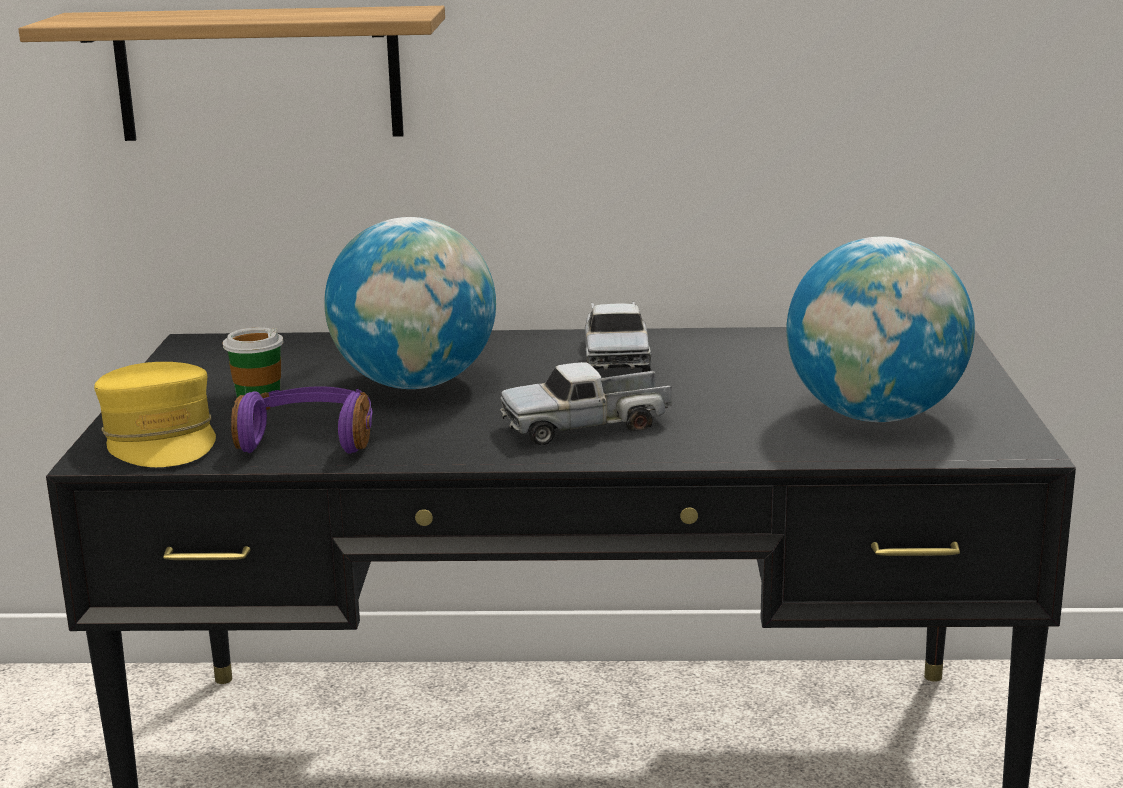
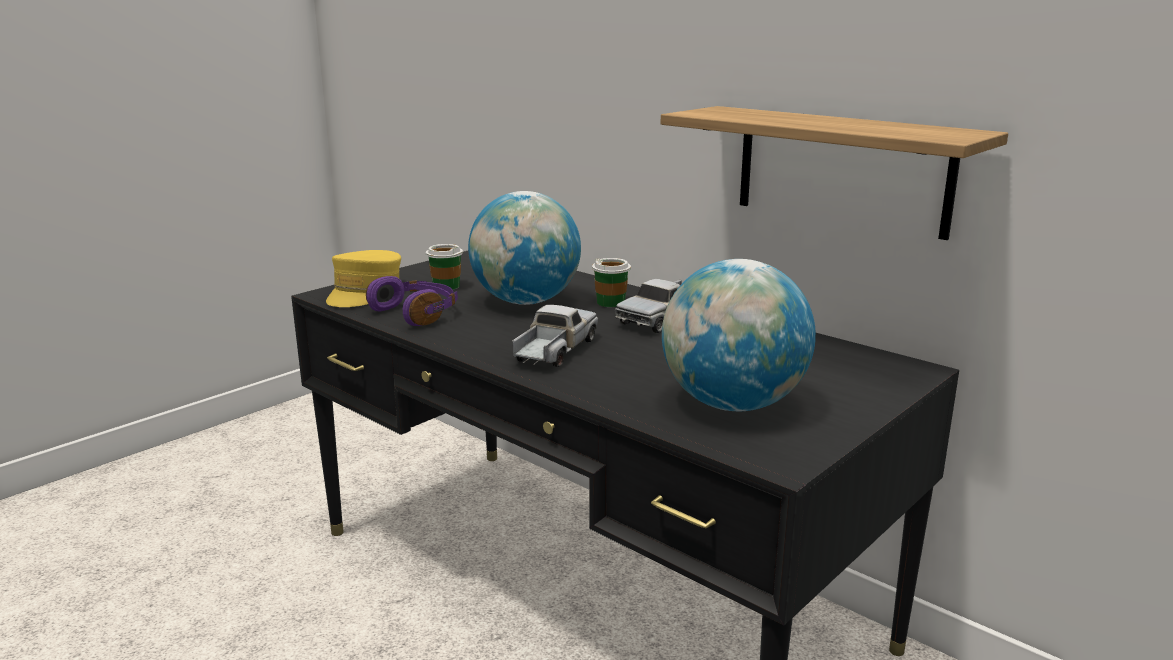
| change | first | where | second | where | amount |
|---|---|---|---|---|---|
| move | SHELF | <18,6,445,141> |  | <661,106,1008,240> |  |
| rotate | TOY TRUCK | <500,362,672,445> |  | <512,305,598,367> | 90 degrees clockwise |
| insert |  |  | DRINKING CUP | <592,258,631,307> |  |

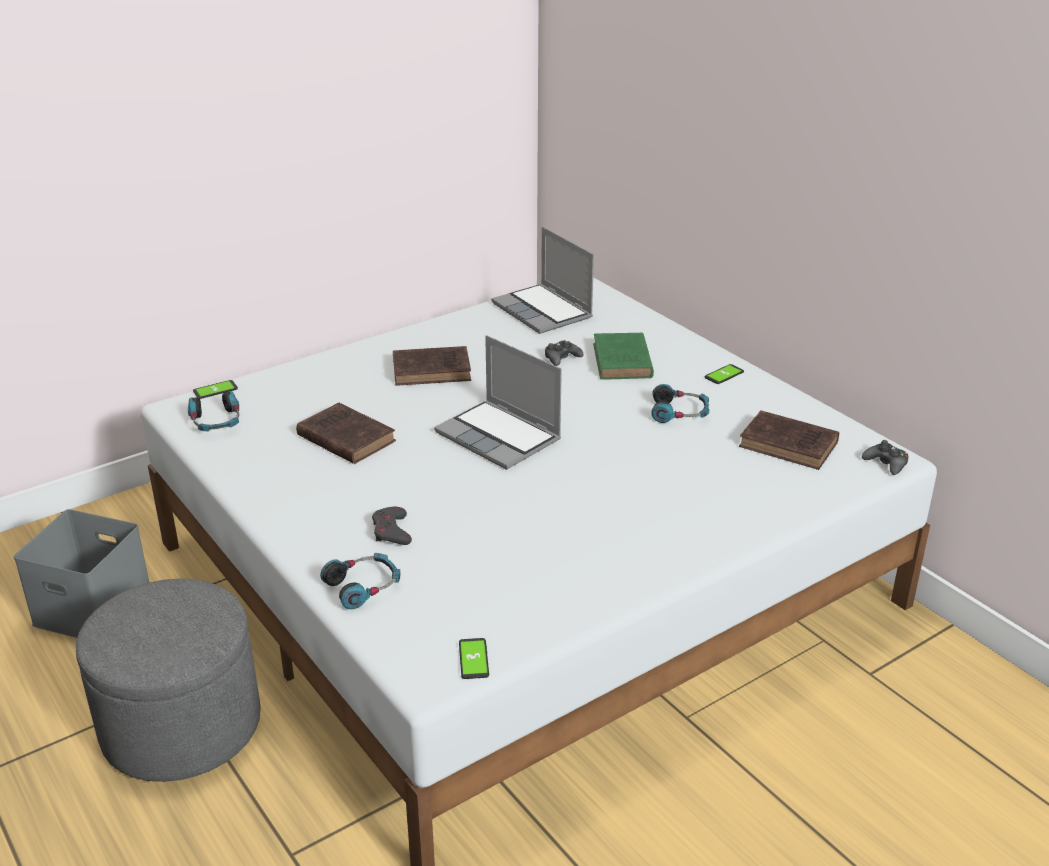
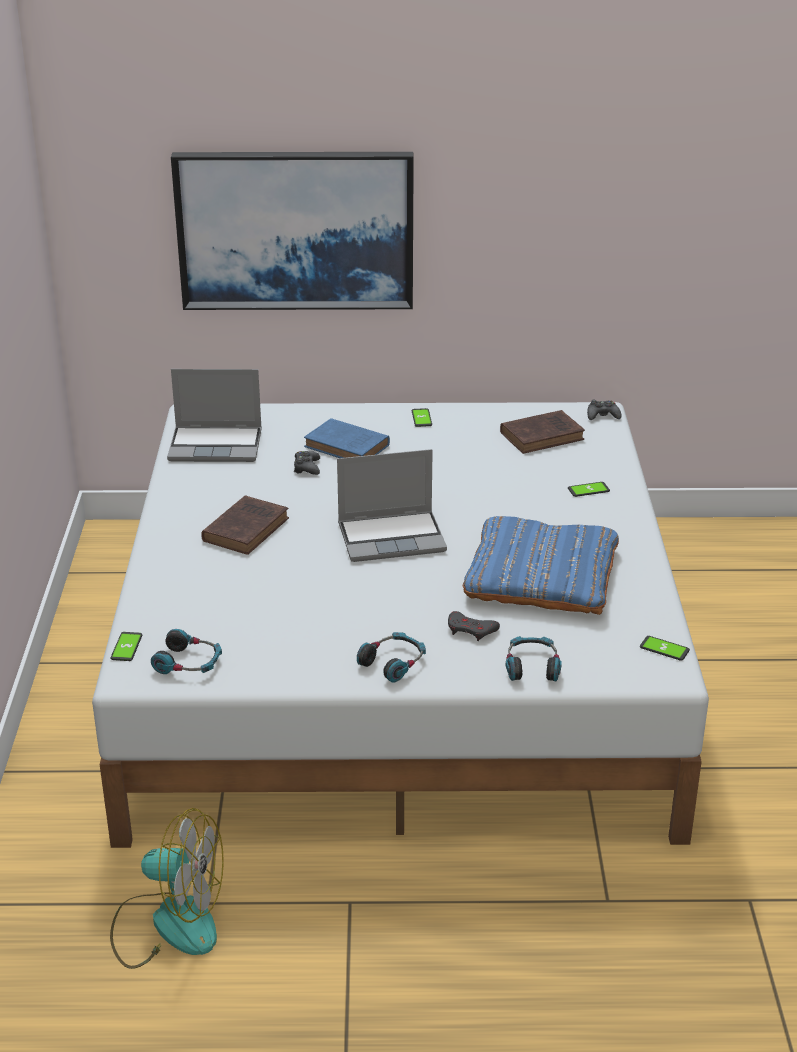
| change | first | where | second | where | amount |
|---|---|---|---|---|---|
| recolor | GREEN BOOK | <593,332,654,380> | BLUISH BOOK | <304,418,390,458> |  |
| move | HEADSET | <651,384,709,423> |  | <357,632,426,683> |  |
| delete | BROWN BOOK | <296,403,396,464> |  |  |  |
| replace | GREY STORAGE BOX | <14,509,149,638> | FAN | <110,808,224,969> |  |
| delete | GREY POUFFE | <76,579,260,782> |  |  |  |
| insert |  |  | WALL PICTURE | <171,152,414,310> |  |
| insert |  |  | TELEPHONE | <568,482,610,497> |  |
| insert |  |  | BLUISH CUSHION | <463,516,619,615> |  |

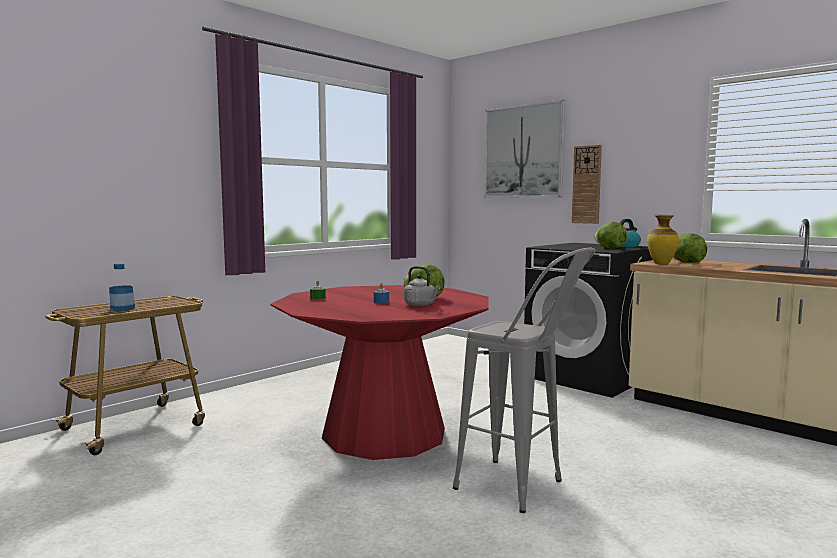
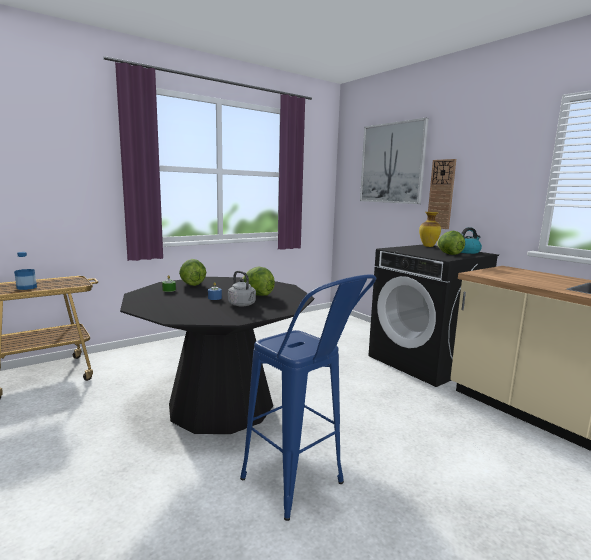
| change | first | where | second | where | amount |
|---|---|---|---|---|---|
| move | FLOWER VASE | <647,215,679,264> |  | <419,212,441,247> |  |
| move | HEAD OF LETTUCE | <673,233,707,263> |  | <179,259,206,286> |  |
| recolor | GREY STOOL SEAT | <453,248,595,513> | BLUISH STOOL SEAT | <240,274,376,521> |  |
| recolor | RED-COLOURED KITCHEN TABLE | <270,285,489,460> | BLACKISH KITCHEN TABLE | <120,277,314,434> |  |

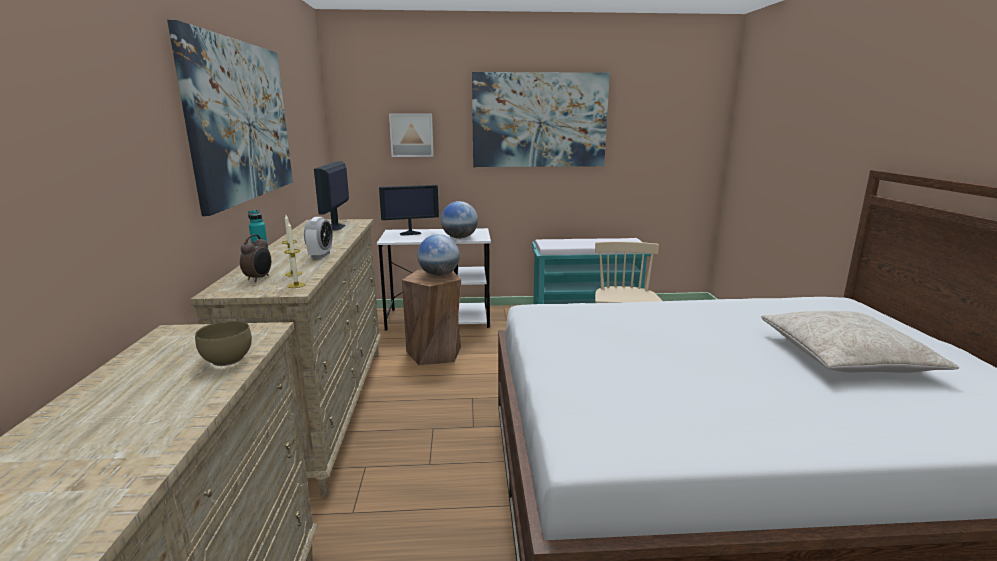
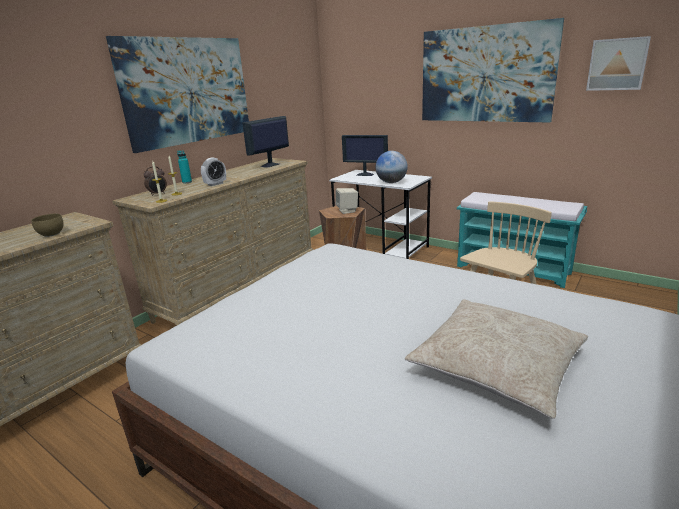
| change | first | where | second | where | amount |
|---|---|---|---|---|---|
| move | WALL PICTURE | <389,114,434,157> |  | <586,36,651,91> |  |
| replace | DESK GLOBE | <417,234,460,276> | SAND-COLOURED SPEAKER | <336,188,358,214> |  |

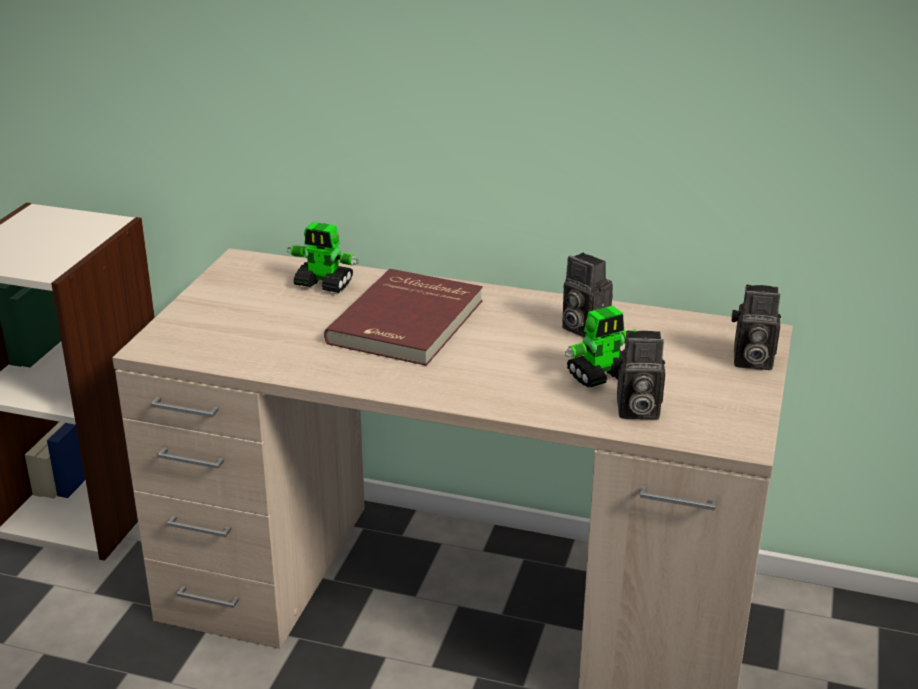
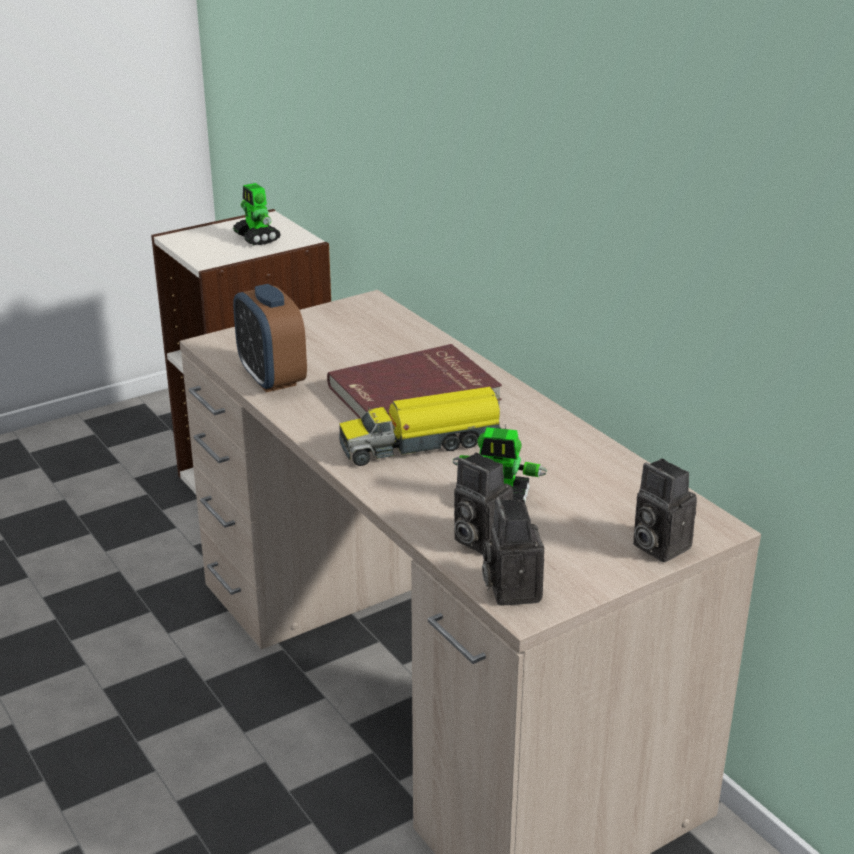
| change | first | where | second | where | amount |
|---|---|---|---|---|---|
| move | TOY ROBOT | <287,222,359,293> |  | <233,183,281,245> |  |
| move | PHOTO CAMERA | <562,253,613,337> |  | <482,497,544,606> |  |
| insert |  |  | BEDSIDE CLOCK | <233,284,307,392> |  |
| insert |  |  | TOY TRUCK | <339,387,506,466> |  |

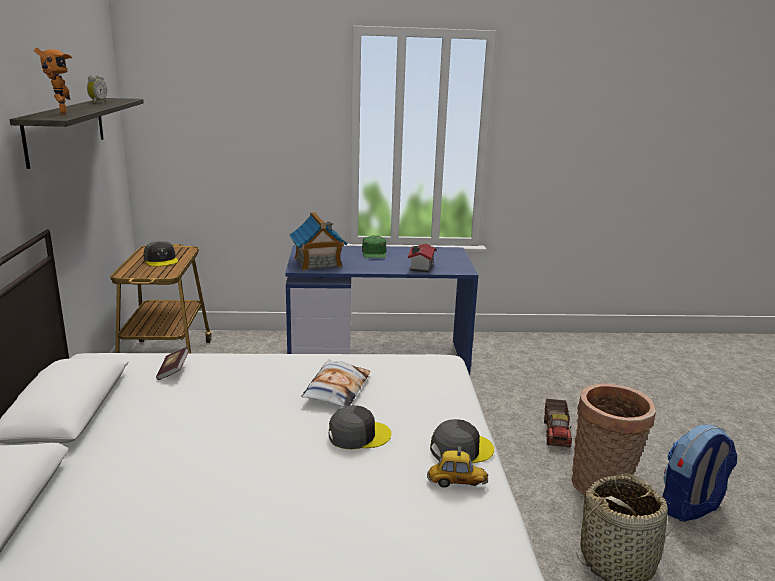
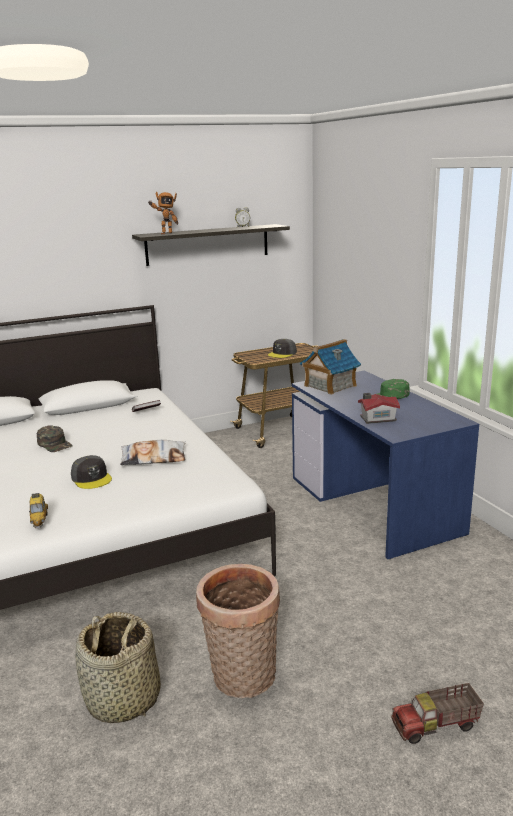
| change | first | where | second | where | amount |
|---|---|---|---|---|---|
| move | TOY TRUCK | <544,399,572,447> |  | <392,683,484,744> |  |
| delete | GREY CAP | <430,419,494,463> |  |  |  |
| delete | BACKPACK | <662,425,737,522> |  |  |  |
| insert |  |  | GREEN CAP | <37,425,73,452> |  |

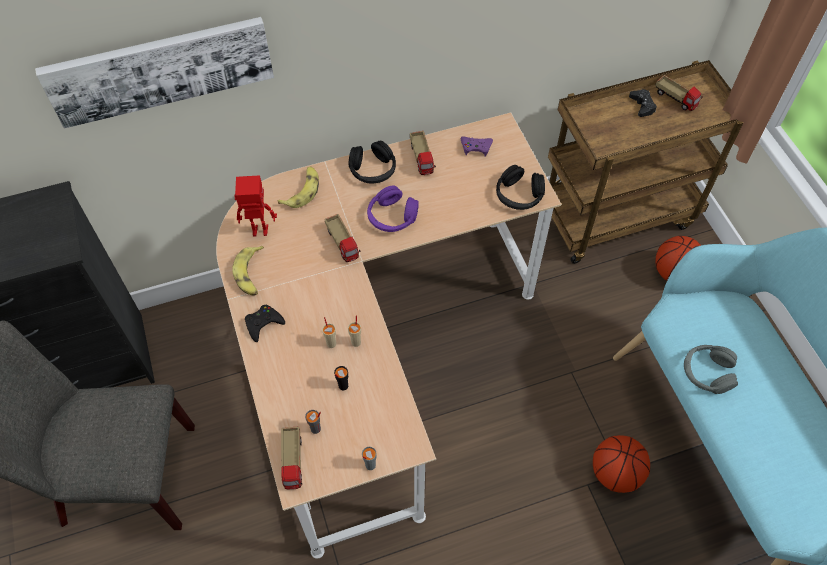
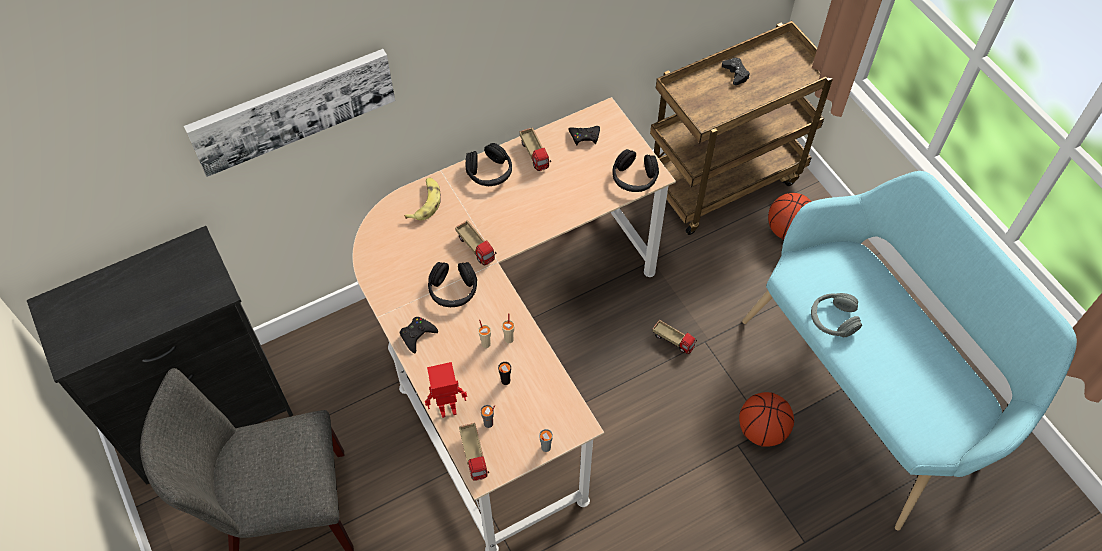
| change | first | where | second | where | amount |
|---|---|---|---|---|---|
| move | TOY TRUCK | <655,75,703,111> |  | <652,320,697,354> |  |
| recolor | PURPLE GAME CONTROLLER | <461,136,493,156> | BLACKISH GAME CONTROLLER | <569,126,600,146> |  |
| move | TOY ROBOT | <235,175,277,237> |  | <425,362,467,418> |  |
| delete | PURPLE HEADSET | <367,185,419,232> |  |  |  |
| delete | BANANA | <232,246,264,296> |  |  |  |
| insert |  |  | BLACKISH HEADSET | <428,262,477,307> |  |

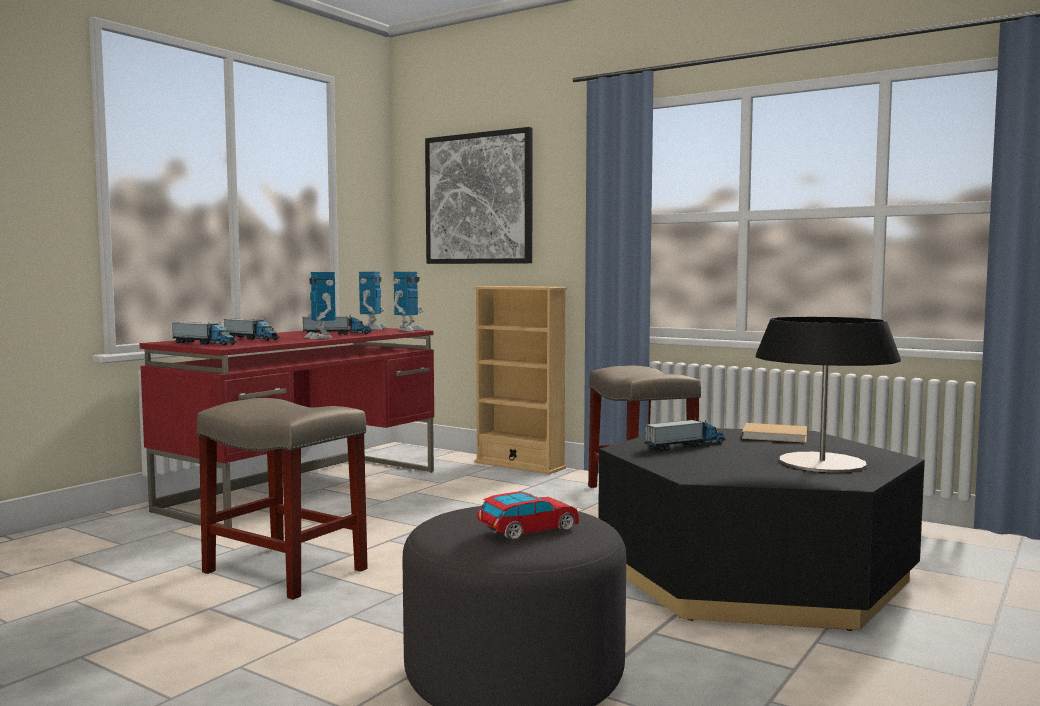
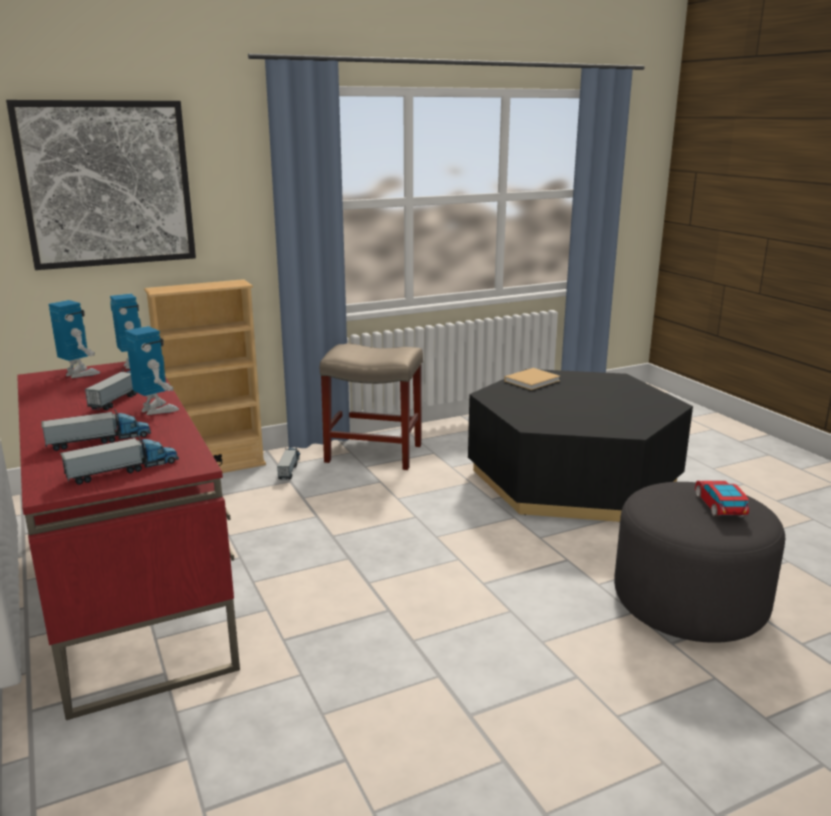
| change | first | where | second | where | amount |
|---|---|---|---|---|---|
| rotate | TOY ROBOT | <304,272,336,339> |  | <125,326,179,415> | 135 degrees counterclockwise |
| delete | TABLE LAMP | <756,317,901,473> |  |  |  |
| delete | SAND-COLOURED STOOL SEAT | <197,398,368,600> |  |  |  |
| move | TOY TRUCK | <645,417,726,451> |  | <277,448,300,480> |  |

